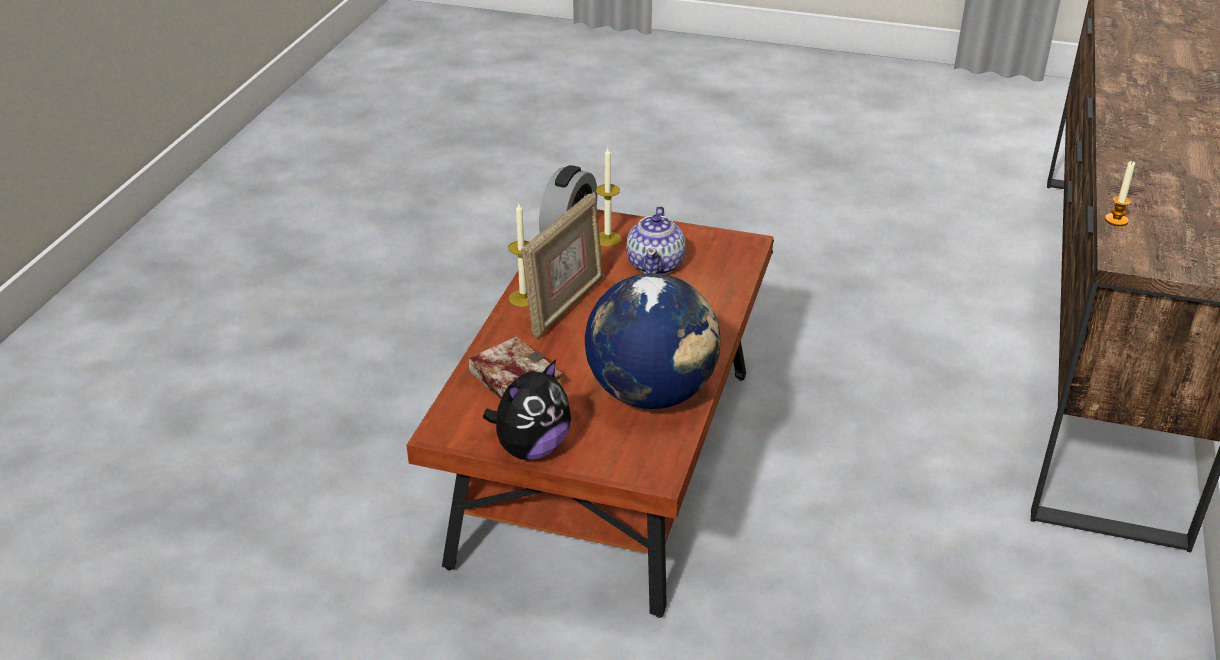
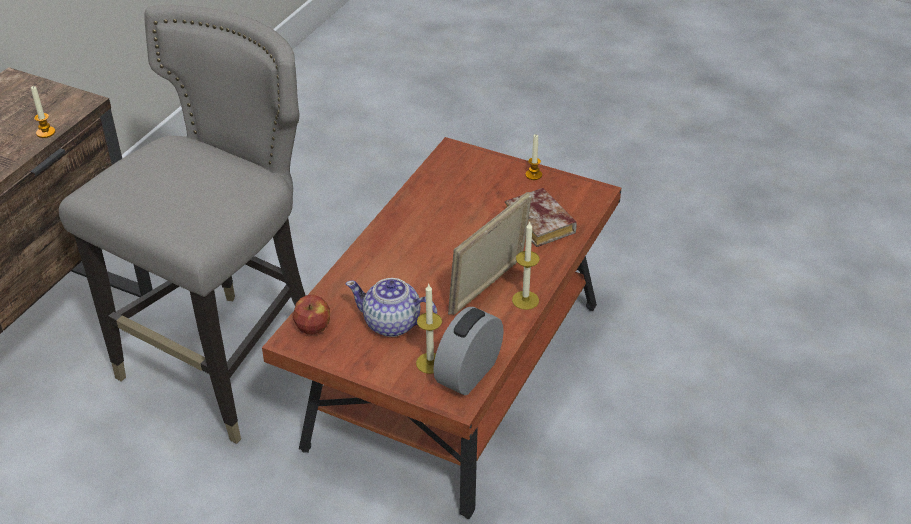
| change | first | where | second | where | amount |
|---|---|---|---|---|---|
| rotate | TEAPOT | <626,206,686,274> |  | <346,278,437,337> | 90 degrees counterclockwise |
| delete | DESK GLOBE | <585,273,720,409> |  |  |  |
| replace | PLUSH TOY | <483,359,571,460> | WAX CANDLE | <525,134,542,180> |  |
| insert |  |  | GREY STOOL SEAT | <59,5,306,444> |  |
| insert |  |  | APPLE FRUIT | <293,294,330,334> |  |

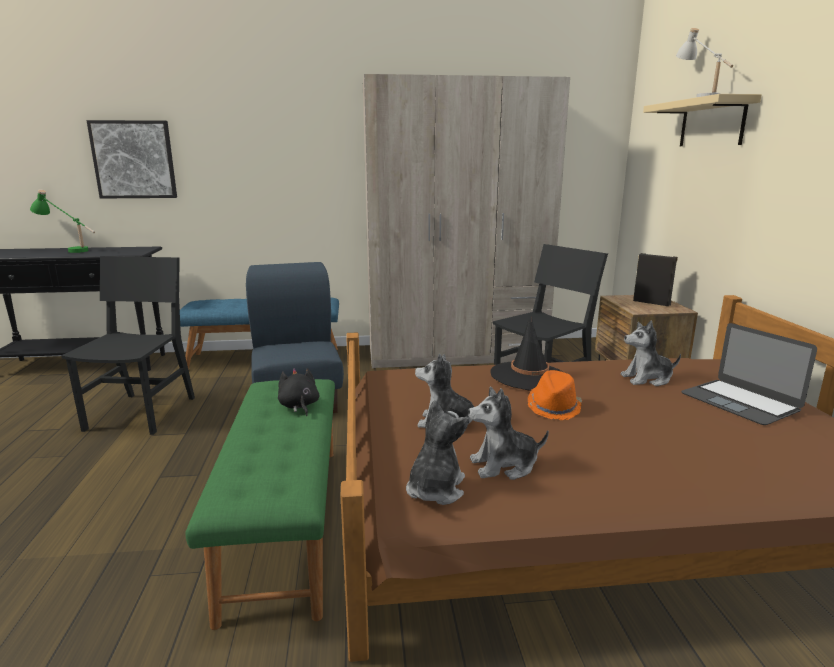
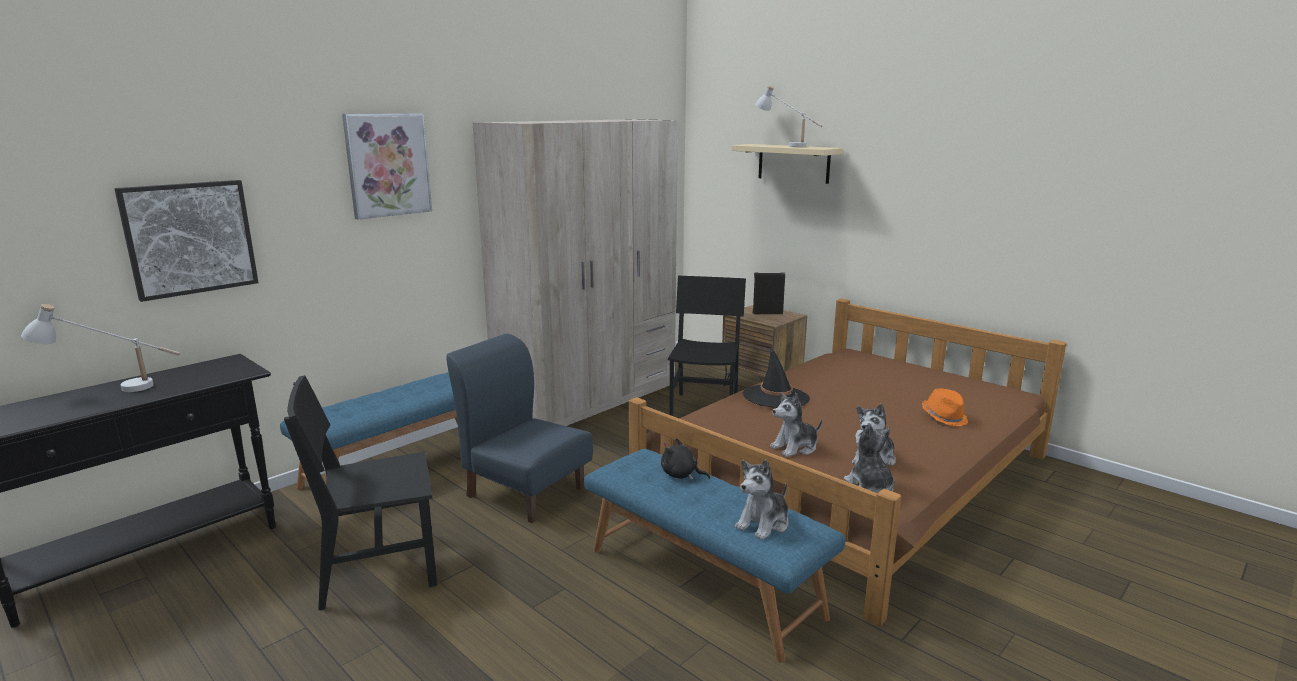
| change | first | where | second | where | amount |
|---|---|---|---|---|---|
| recolor | GREEN TABLE LAMP | <30,190,95,253> | WHITE TABLE LAMP | <21,304,180,392> |  |
| rotate | BLACKISH UPRIGHT CHAIR | <61,256,195,435> |  | <284,375,437,611> | 75 degrees counterclockwise |
| move | PLUSH TOY | <621,320,681,386> |  | <735,459,789,540> |  |
| delete | LAPTOP | <681,323,817,425> |  |  |  |
| move | ORANGEY WEARABLE HAT | <528,370,582,420> |  | <922,389,968,426> |  |
| recolor | GREEN BENCH | <185,379,335,630> | BLUISH BENCH | <584,449,845,663> |  |
| insert |  |  | WALL PICTURE | <342,113,432,219> |  |

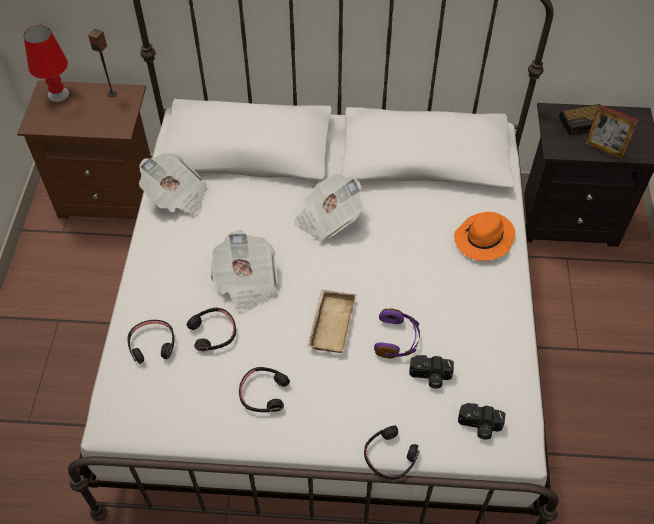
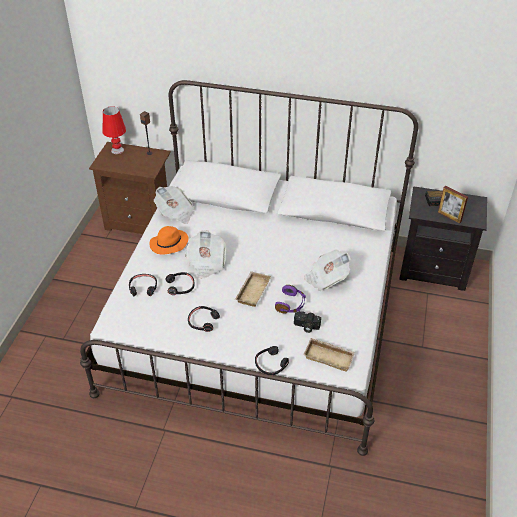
| change | first | where | second | where | amount |
|---|---|---|---|---|---|
| move | PRINTED PAPER | <294,174,363,242> |  | <304,250,351,291> |  |
| move | ORANGEY WEARABLE HAT | <454,212,515,261> |  | <150,226,188,255> |  |
| replace | PHOTO CAMERA | <458,403,506,439> | SAND-COLOURED SERVING TRAY | <303,338,355,372> |  |

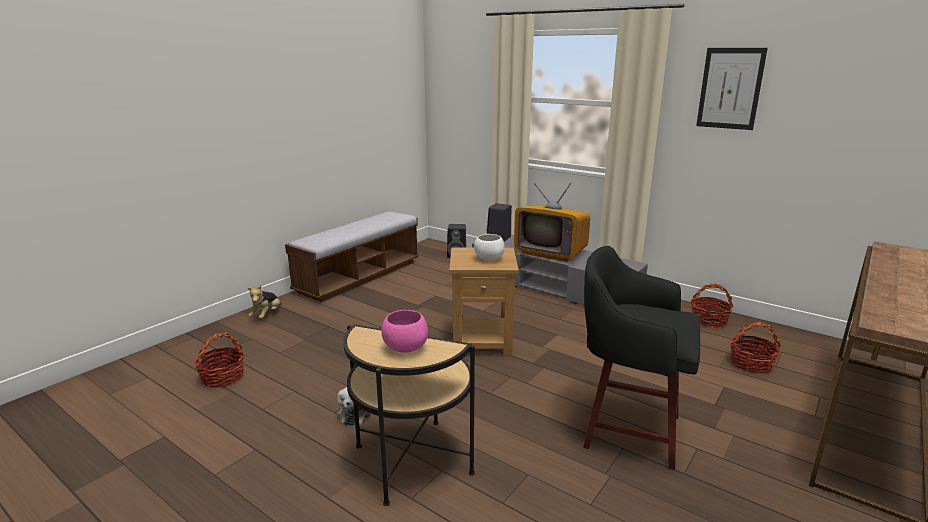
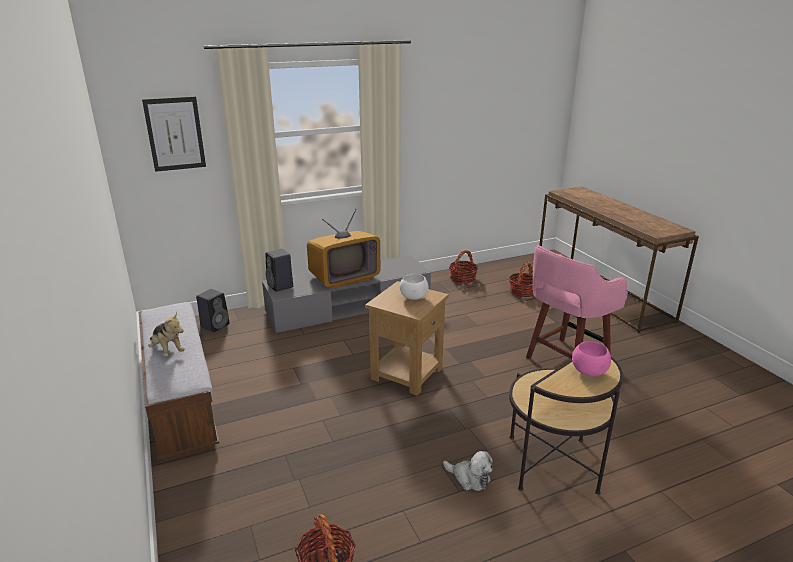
| change | first | where | second | where | amount |
|---|---|---|---|---|---|
| move | WALL PICTURE | <696,48,768,130> |  | <142,97,206,172> |  |
| recolor | BLACKISH STOOL SEAT | <583,246,700,470> | PINK-COLOURED STOOL SEAT | <526,245,628,359> |  |
| move | PLUSH TOY | <248,285,282,319> |  | <148,312,185,356> |  |

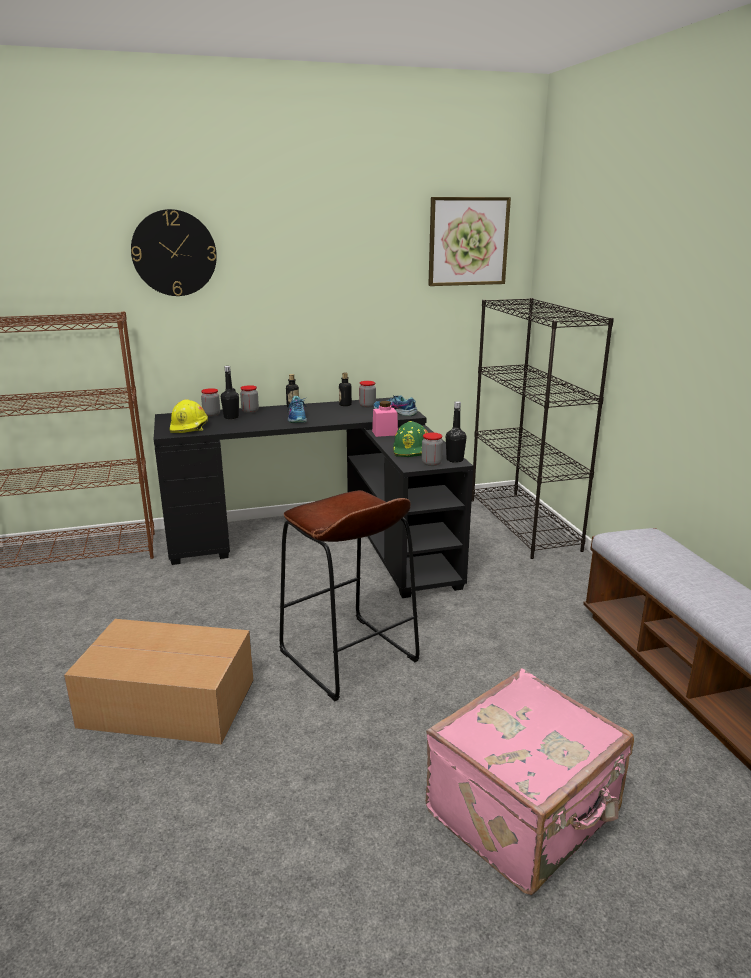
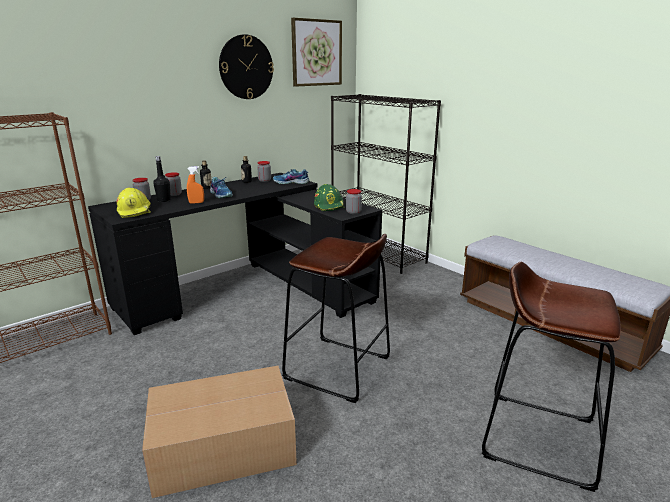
| change | first | where | second | where | amount |
|---|---|---|---|---|---|
| move | HANGING CLOCK | <131,209,217,296> |  | <219,34,274,99> |  |
| delete | PINK-COLOURED PRESERVE JAR | <372,401,398,437> |  |  |  |
| delete | BLACKISH BOTTLE | <446,401,467,463> |  |  |  |
| replace | PINK-COLOURED TRAVEL CASE | <426,668,634,895> | BROWN STOOL SEAT | <482,262,621,492> |  |
| insert |  |  | ORANGEY SPRAYER | <187,166,204,204> |  |

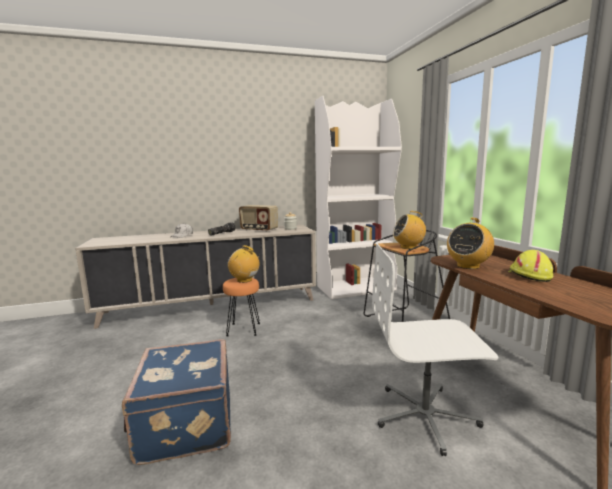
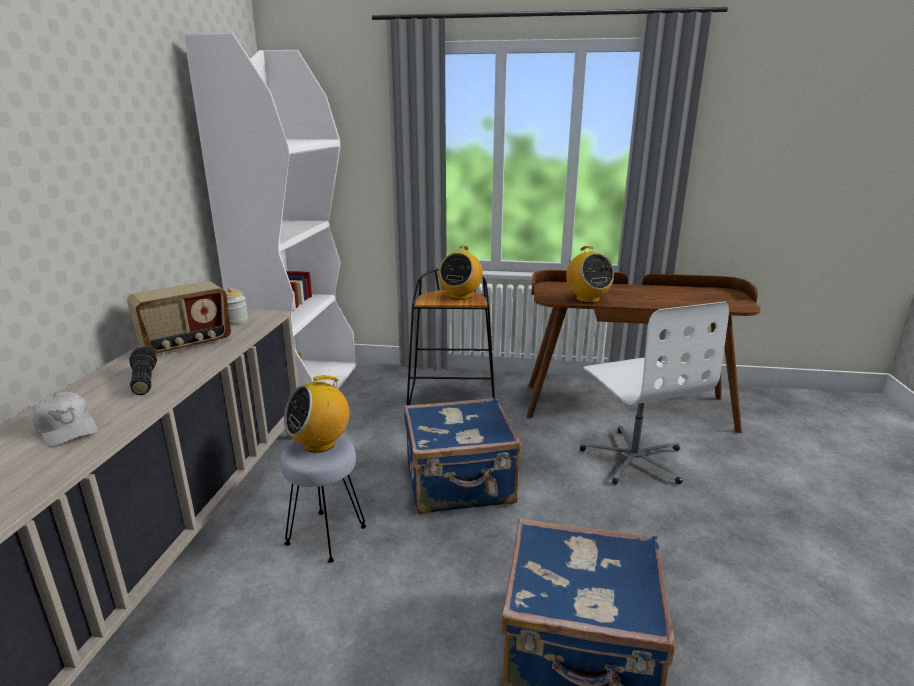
| change | first | where | second | where | amount |
|---|---|---|---|---|---|
| rotate | WHITE COMPUTER CHAIR | <372,243,498,456> |  | <580,302,729,485> | 45 degrees counterclockwise |
| delete | YELLOW-COLOURED WORK HELMET | <508,250,553,282> |  |  |  |
| recolor | ORANGEY STOOL SEAT | <223,278,260,336> | GREY STOOL SEAT | <280,436,366,563> |  |
| insert |  |  | BLUISH TRAVEL CASE | <404,397,521,514> |  |

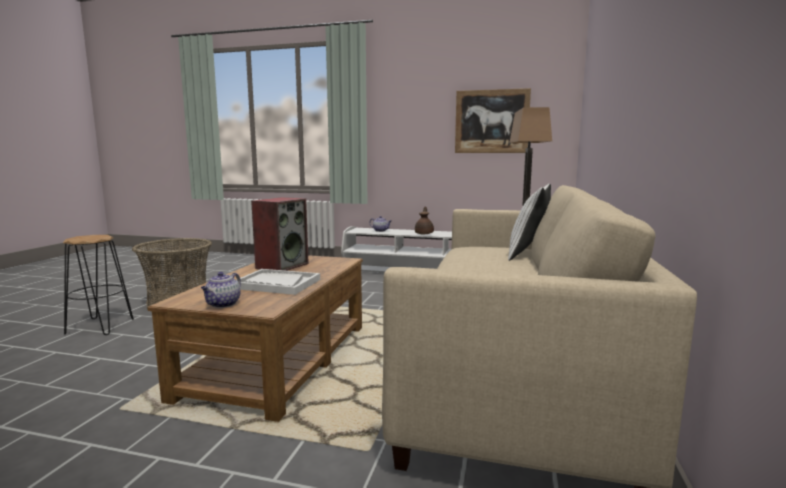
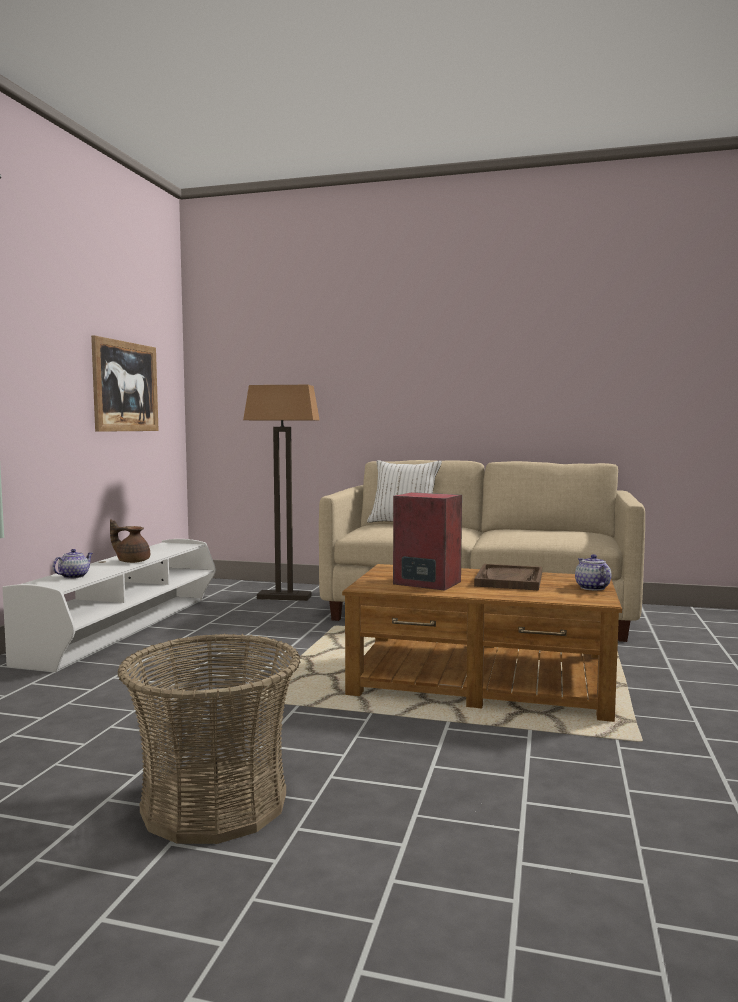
| change | first | where | second | where | amount |
|---|---|---|---|---|---|
| delete | BLACKISH STOOL SEAT | <63,235,134,335> |  |  |  |
| recolor | WHITE SERVING TRAY | <236,269,320,295> | BROWN SERVING TRAY | <474,564,542,590> |  |
| rotate | TEAPOT | <201,272,241,308> |  | <575,554,611,590> | 120 degrees counterclockwise |

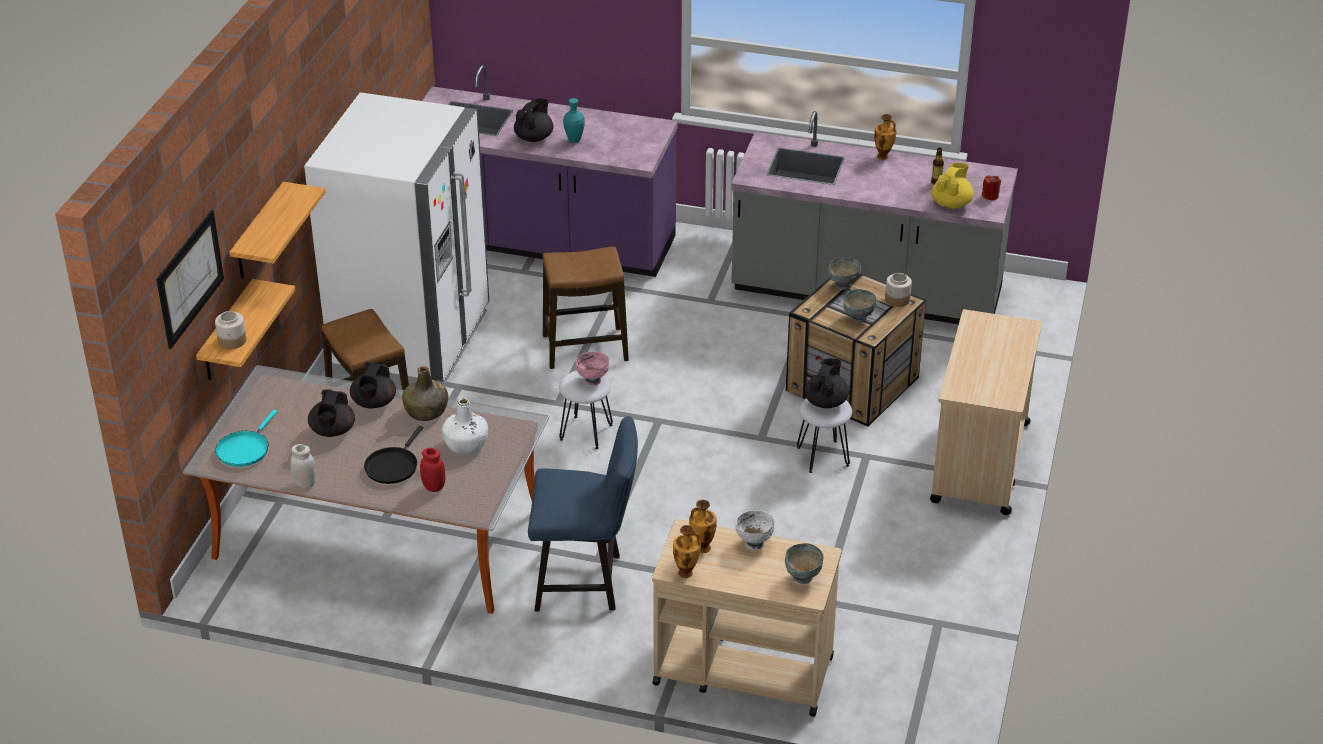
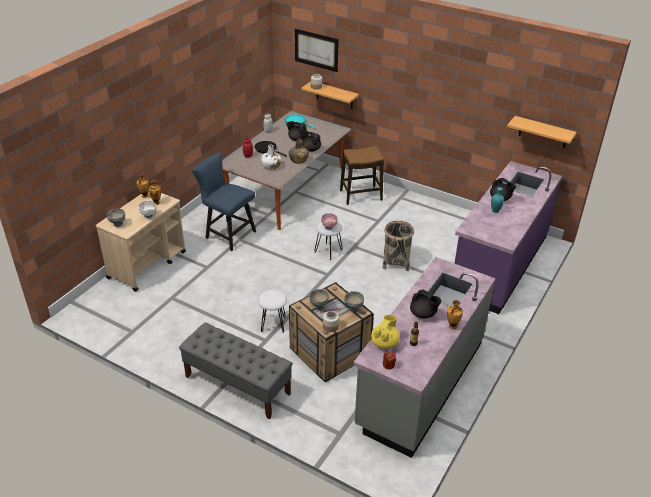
| change | first | where | second | where | amount |
|---|---|---|---|---|---|
| delete | WHITE KITCHEN FRIDGE | <304,92,489,386> |  |  |  |
| rotate | YELLOW-COLOURED TEAPOT | <931,163,974,209> |  | <371,315,400,349> | 105 degrees counterclockwise |
| move | SHELF | <229,182,326,279> |  | <507,116,577,148> |  |
| replace | STOOL SEAT | <542,246,629,369> | BASKET | <383,221,414,271> |  |
| replace | SAND-COLOURED WHEELED CART | <930,309,1042,515> | GREY BENCH | <179,322,293,419> |  |
| move | BLACKISH TEAPOT | <805,358,849,408> |  | <410,290,441,319> |  |
| rotate | BLUISH UPRIGHT CHAIR | <528,416,638,612> |  | <192,152,256,251> | 105 degrees clockwise |

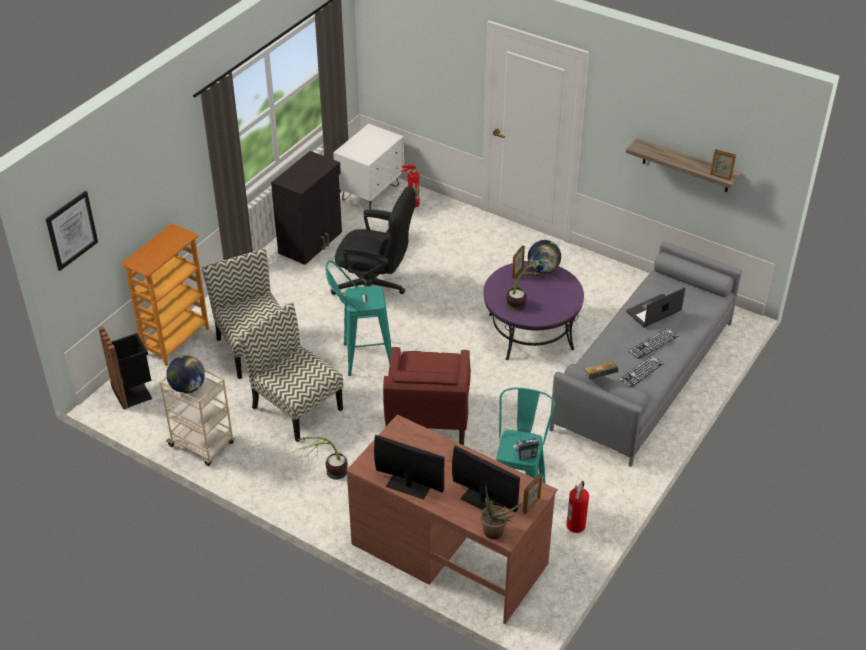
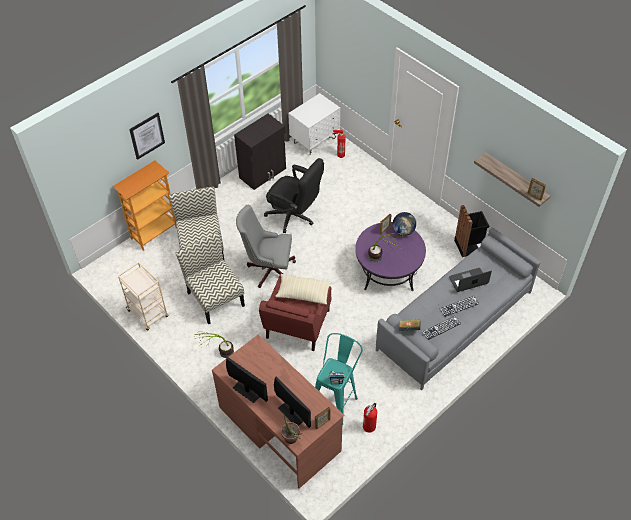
| change | first | where | second | where | amount |
|---|---|---|---|---|---|
| move | WALL PICTURE | <46,191,98,271> |  | <129,113,165,160> |  |
| replace | TURQUOISE-COLOURED STOOL SEAT | <325,260,391,376> | GREY COMPUTER CHAIR | <236,205,296,288> |  |
| move | BLACKISH WASTE BIN | <98,326,152,409> |  | <454,205,489,257> |  |
| delete | DESK GLOBE | <166,355,205,393> |  |  |  |
| insert |  |  | SAND-COLOURED CUSHION | <275,274,332,305> |  |

